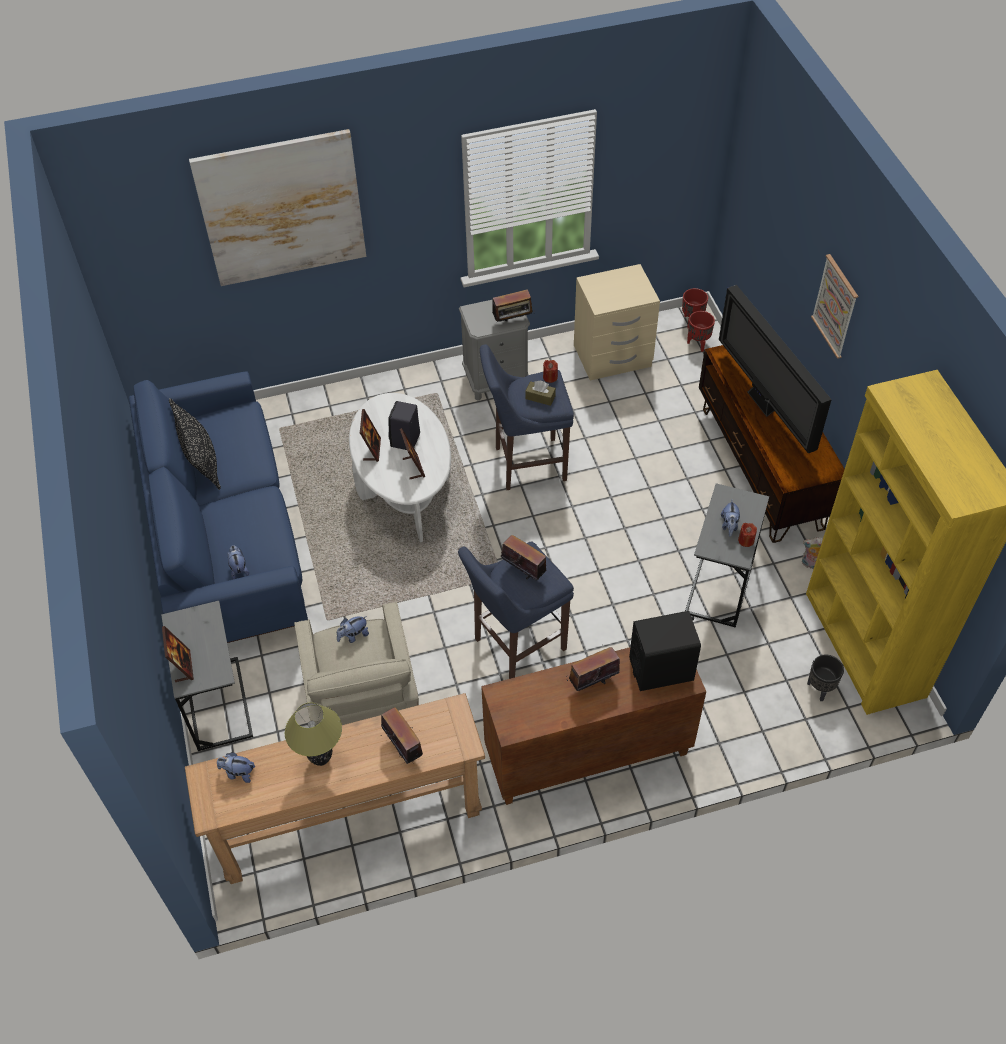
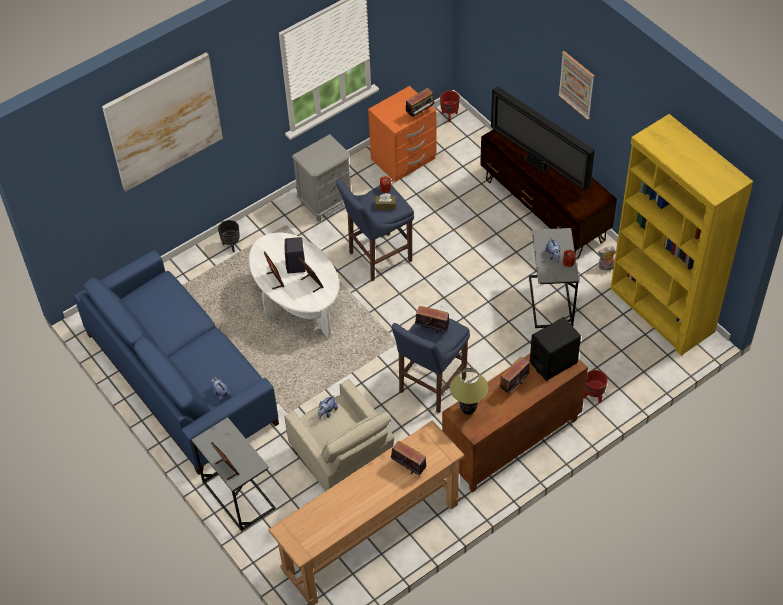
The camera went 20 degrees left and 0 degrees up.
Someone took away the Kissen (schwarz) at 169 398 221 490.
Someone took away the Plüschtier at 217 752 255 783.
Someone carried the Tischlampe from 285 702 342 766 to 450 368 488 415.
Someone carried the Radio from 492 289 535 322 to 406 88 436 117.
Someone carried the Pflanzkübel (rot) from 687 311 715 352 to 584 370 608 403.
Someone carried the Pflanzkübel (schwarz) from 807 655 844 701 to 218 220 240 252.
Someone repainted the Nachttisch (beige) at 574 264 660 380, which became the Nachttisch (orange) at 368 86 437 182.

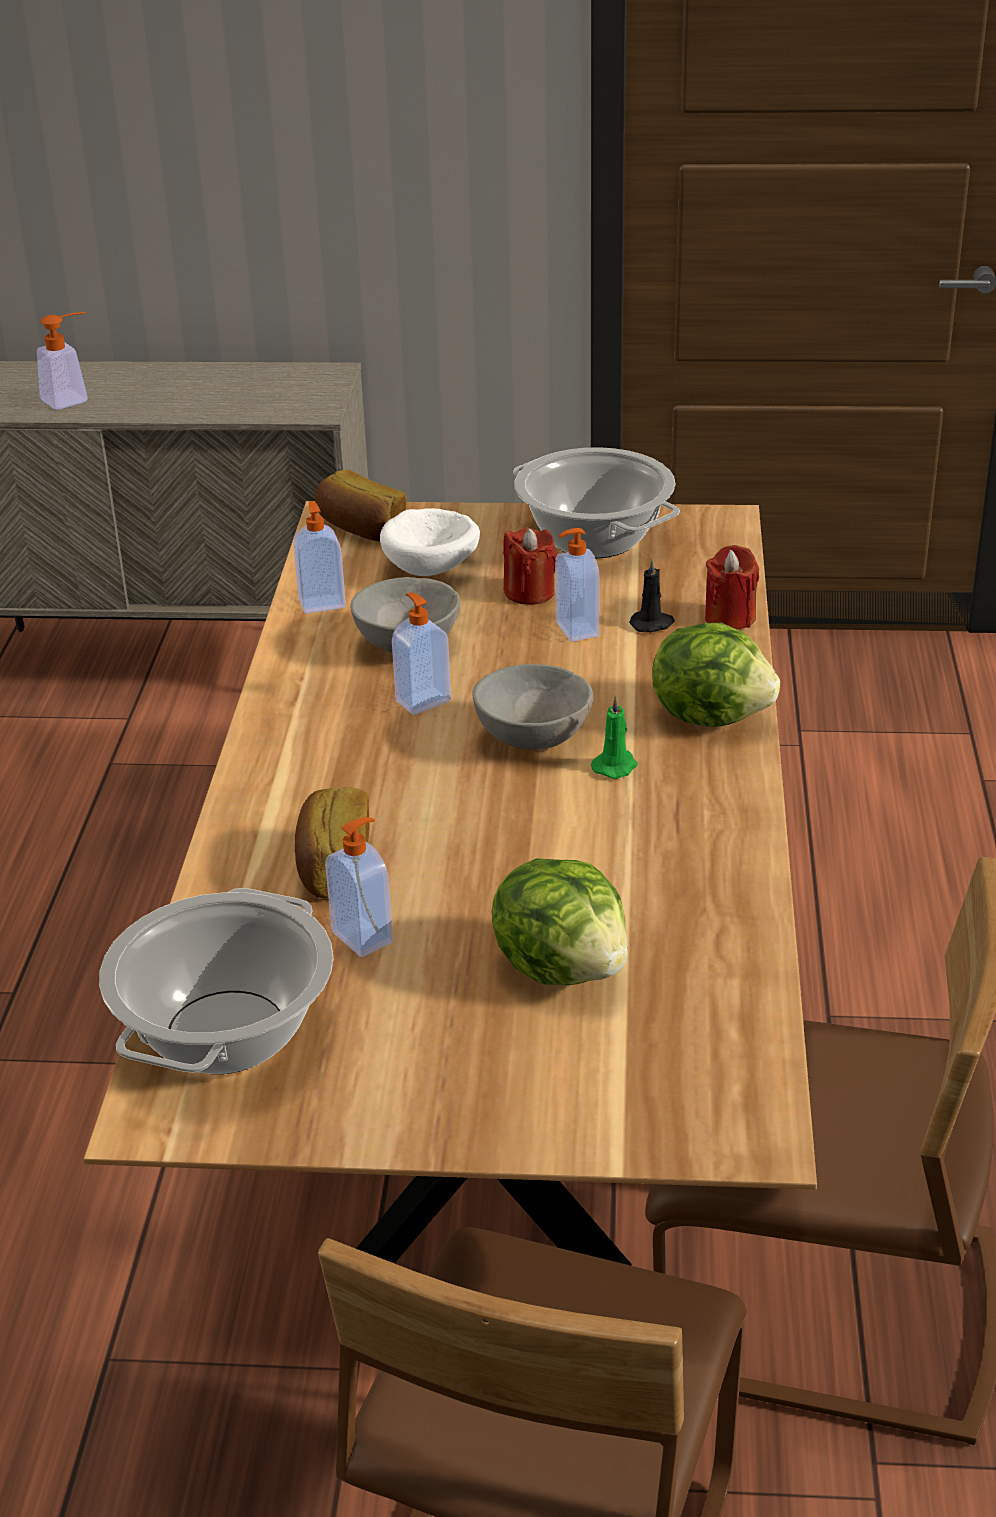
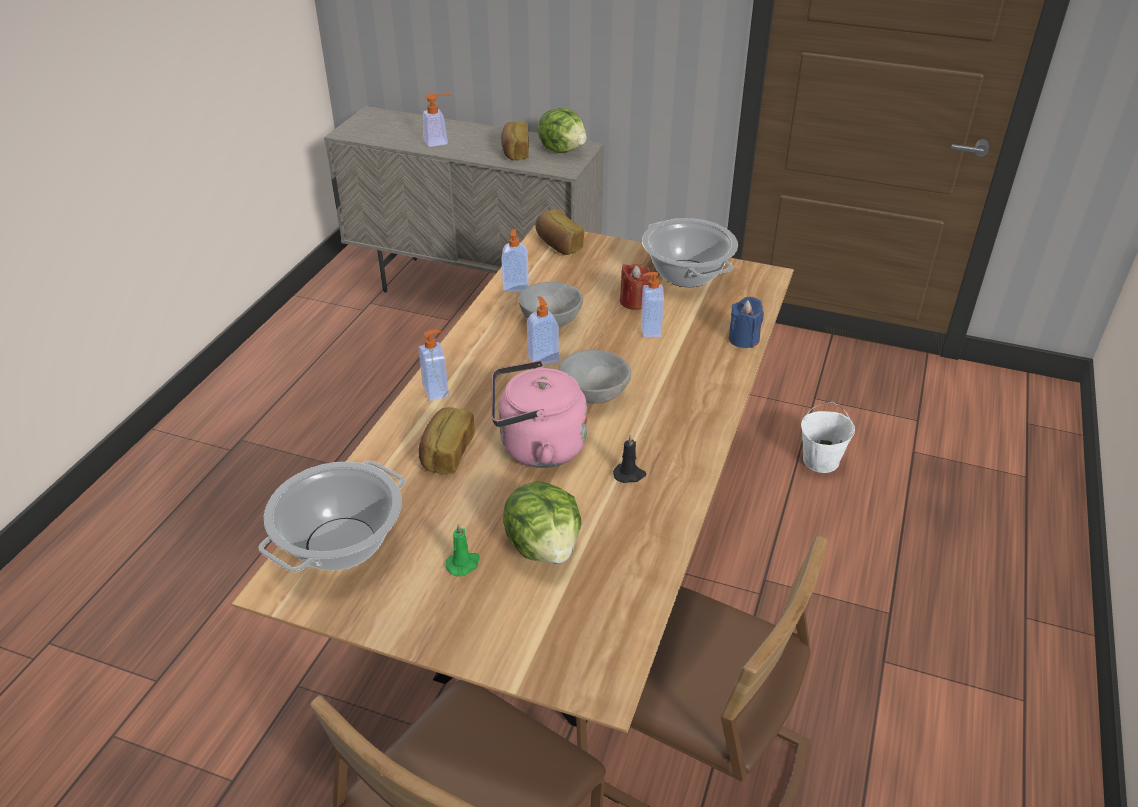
The camera went 15 degrees right and 5 degrees up.
Someone took away the Schüssel (weiß) at 380 508 480 576.
Someone put down the Wasserkessel (rosa) at 491 360 587 468.
Someone put down the Brot at 501 122 529 160.
Someone put down the Eimer (weiß) at 801 402 855 473.
Someone carried the Seifenspender from 325 817 393 957 to 418 330 449 401.
Someone carried the Kerze (grün) from 591 696 638 779 to 446 523 480 576.
Someone carried the Kerze (schwarz) from 629 557 675 632 to 613 434 646 483.
Someone carried the Salatkopf from 652 623 780 727 to 537 108 587 153.
Someone repainted the Kerze (rot) at 705 545 759 630, which became the Kerze (blau) at 729 297 764 348.

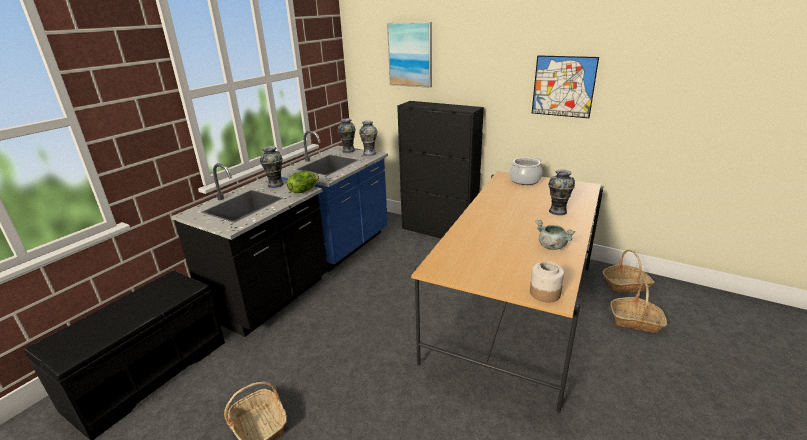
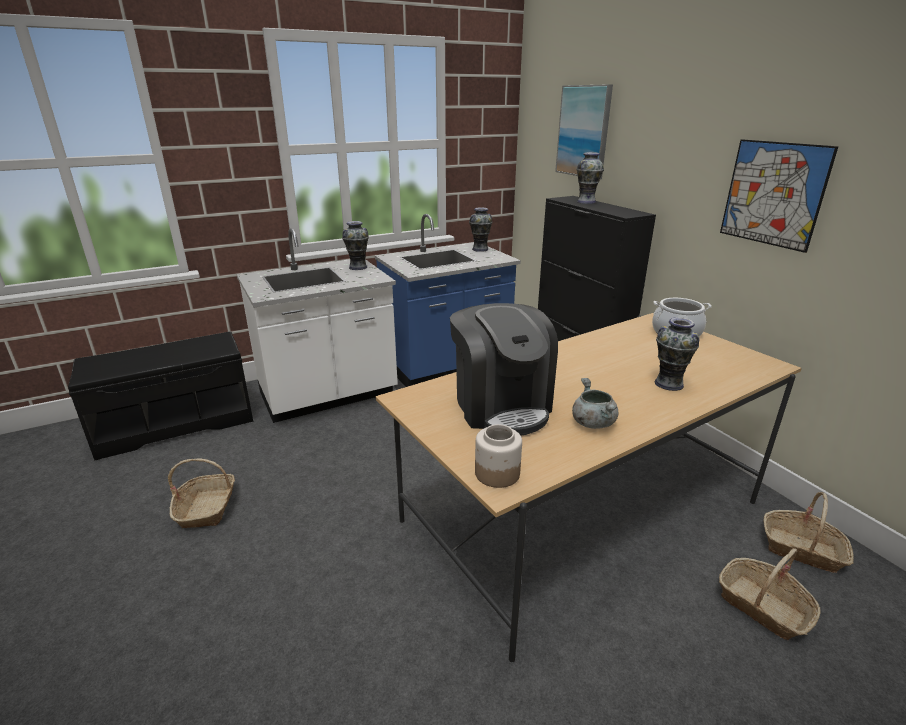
The camera went 30 degrees right and 0 degrees up.
Someone took away the Salatkopf at 287 171 319 193.
Someone put down the Kaffeemaschine at 450 303 558 435.
Someone carried the Vase from 359 121 378 156 to 577 152 604 204.
Someone repainted the Küchenzeile (schwarz) at 171 163 328 337, which became the Küchenzeile (weiß) at 237 228 398 423.

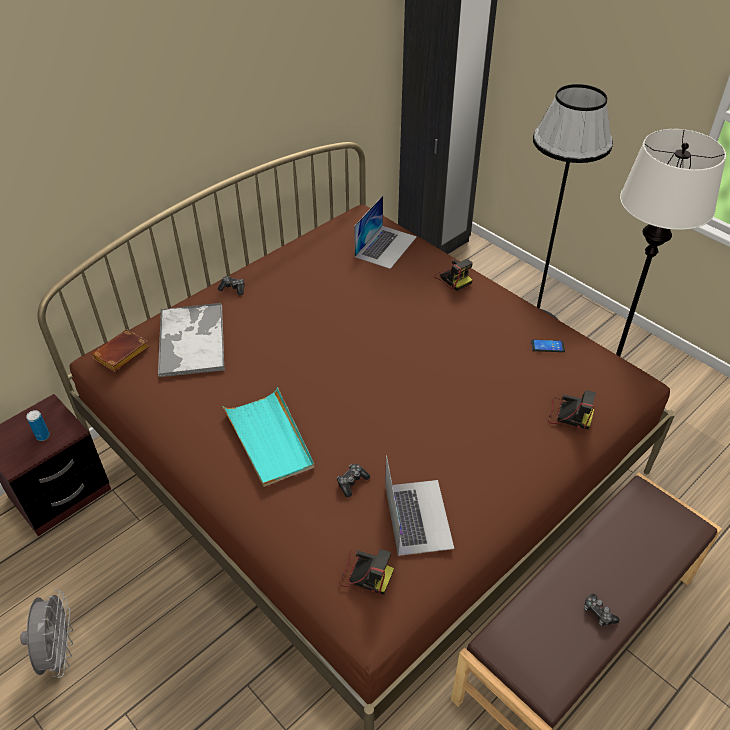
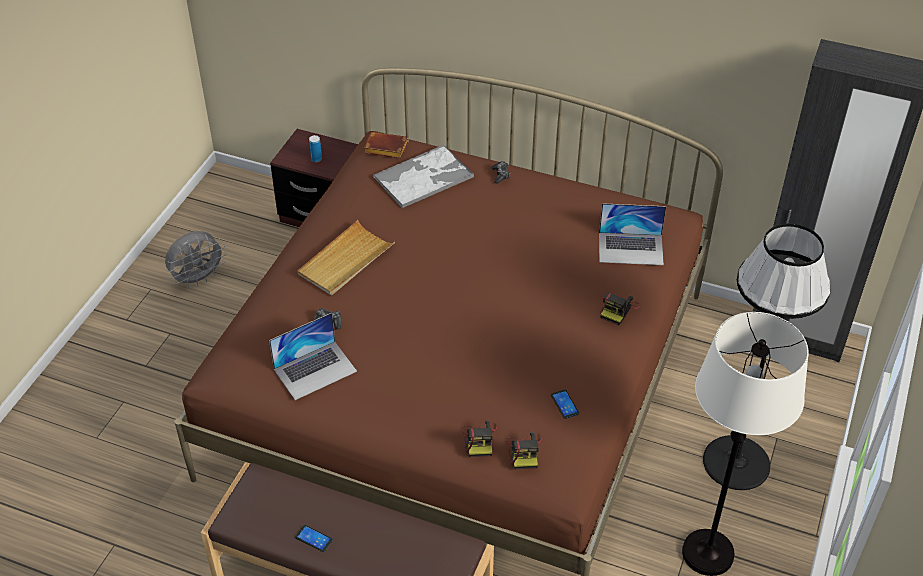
The camera went 65 degrees right and 0 degrees up.
Someone carried the Kamera from 339 549 394 595 to 506 432 542 469.
Someone swapped the Gamepad at 584 594 619 626 for the Handy at 295 525 333 552.
Someone repainted the Tablett (türkis) at 222 387 315 487, which became the Tablett (beige) at 298 220 395 295.

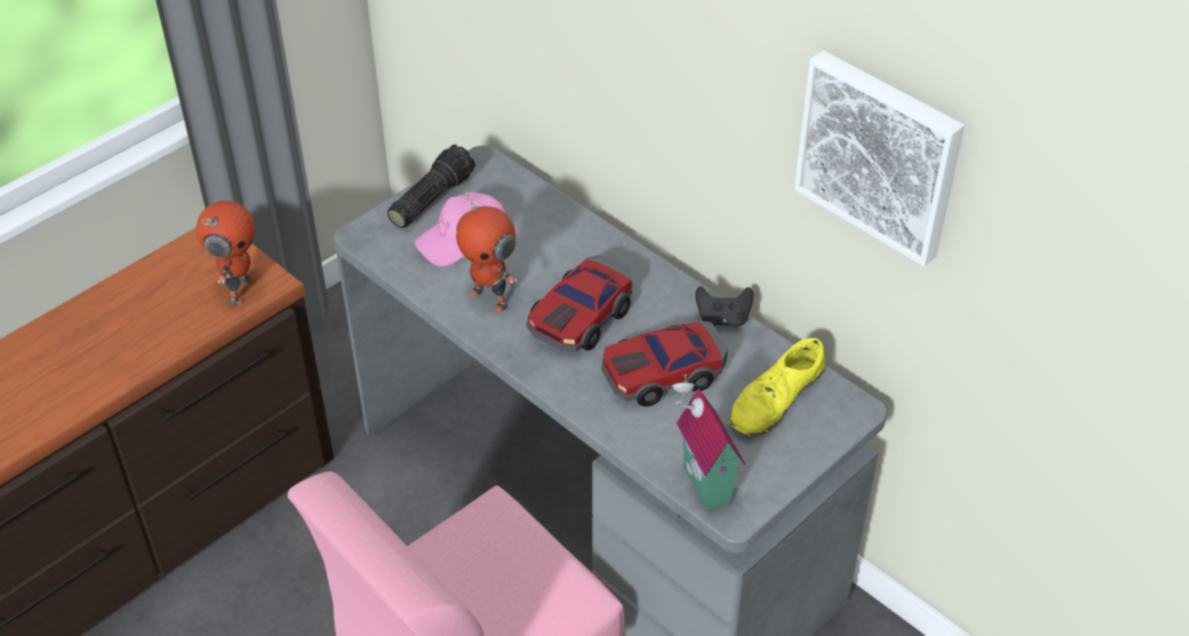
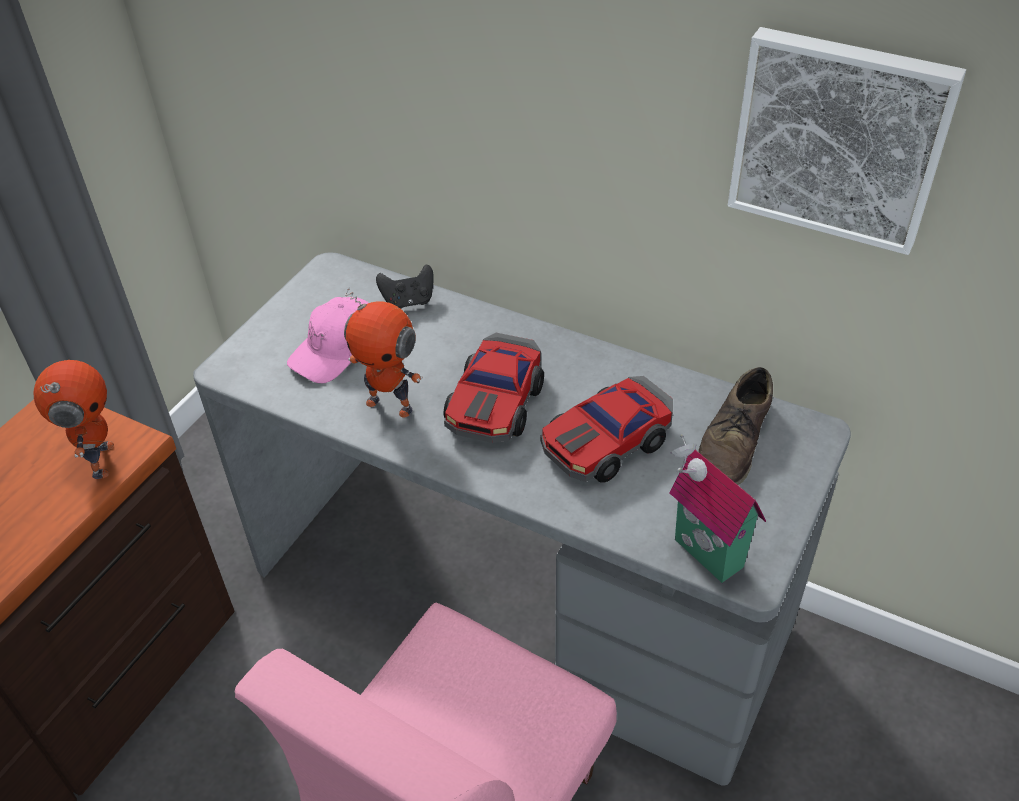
The camera went 15 degrees left and 0 degrees up.
Someone took away the Taschenlampe at 387 144 475 228.
Someone carried the Gamepad (schwarz) from 695 286 754 327 to 376 265 434 309.
Someone repainted the Schuh (gelb) at 729 338 825 436, which became the Schuh (braun) at 698 367 773 485.

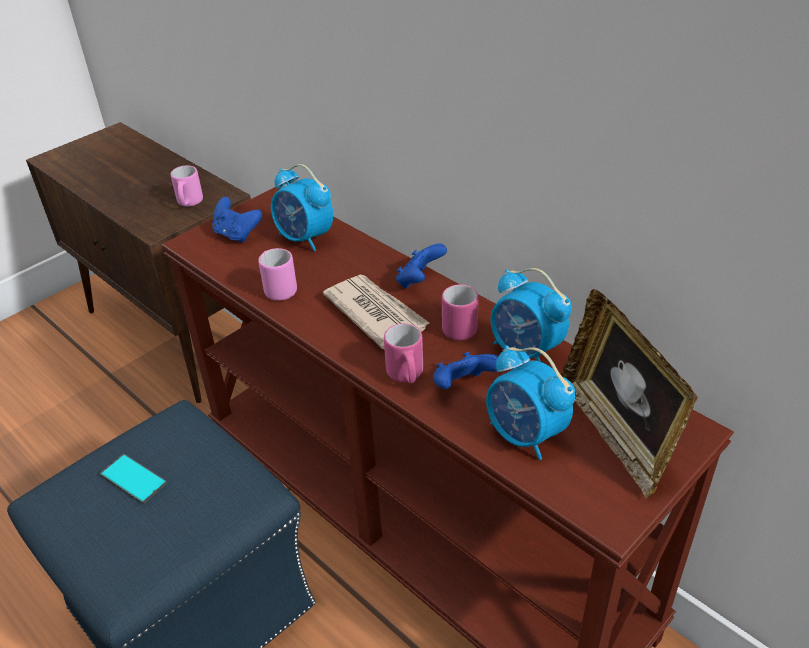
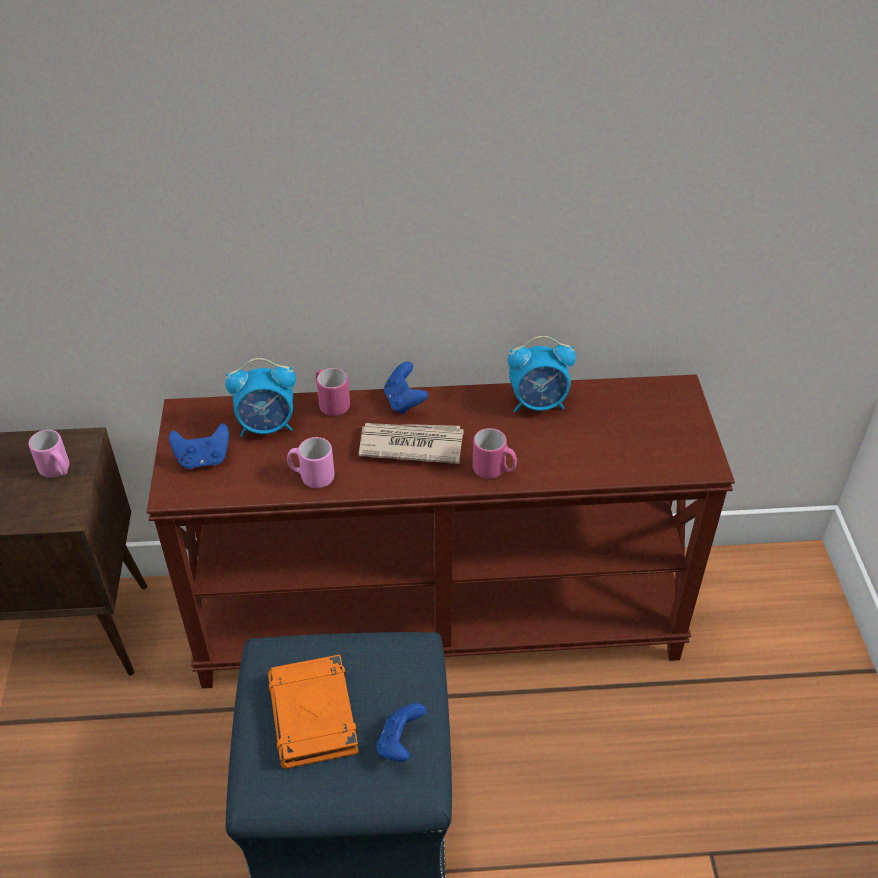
The camera went 50 degrees left and 5 degrees up.
Someone took away the Wecker at 486 345 576 460.
Someone took away the Bilderrahmen at 561 289 698 499.
Someone carried the Gamepad (blau) from 433 352 498 389 to 376 703 426 762.
Someone carried the Henkelbecher (rosa) from 442 284 478 340 to 316 368 350 416.
Someone swapped the Handy at 100 454 167 504 for the Buch (orange) at 268 654 359 769.

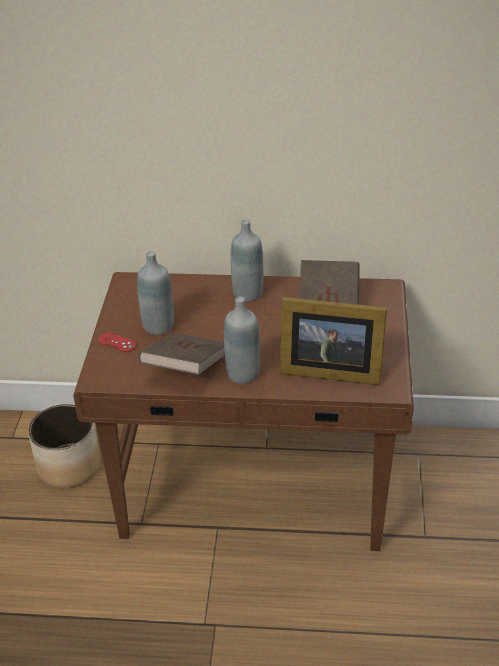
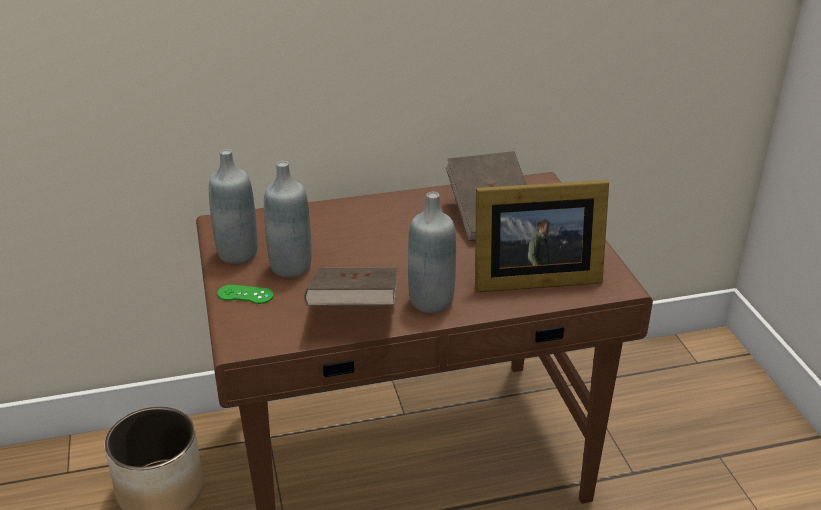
The camera went 20 degrees left and 5 degrees down.
Someone carried the Flasche (grau) from 231 220 263 302 to 209 149 258 264.
Someone repainted the Gamepad (rot) at 98 333 136 352, which became the Gamepad (grün) at 217 285 274 304.

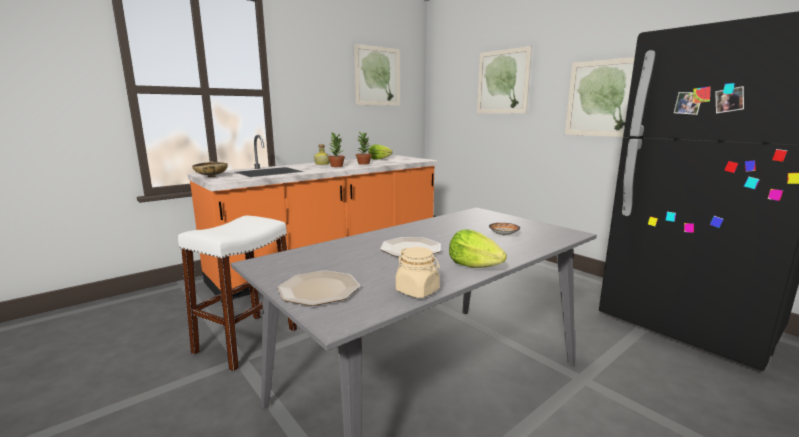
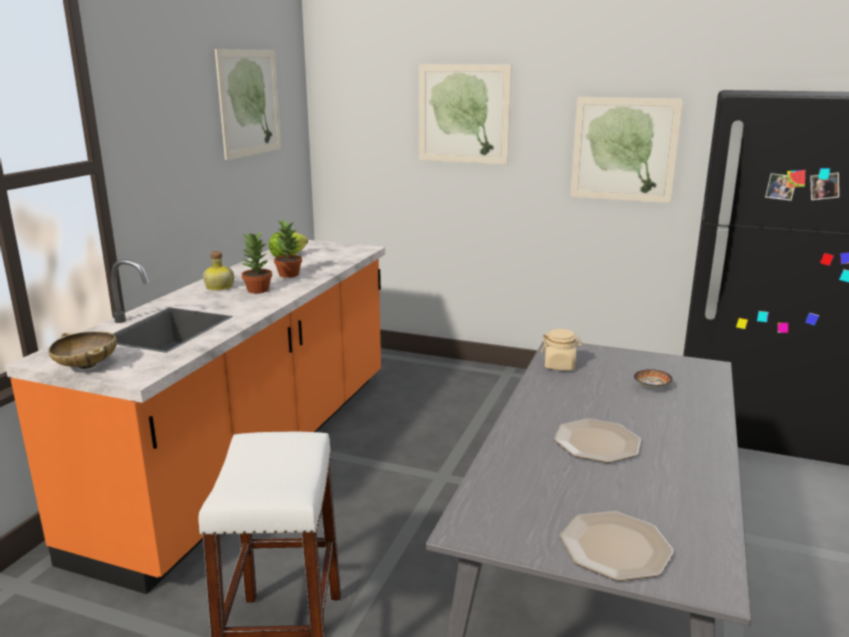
The camera went 30 degrees left and 5 degrees up.
Someone took away the Salatkopf at 449 229 507 268.
Someone carried the Vorratsglas (beige) from 396 247 440 298 to 541 329 582 371.

